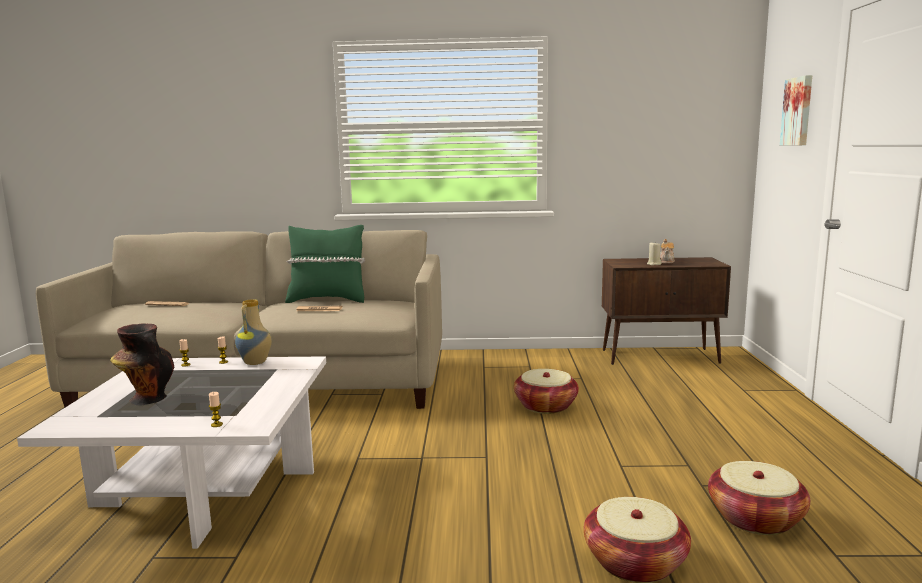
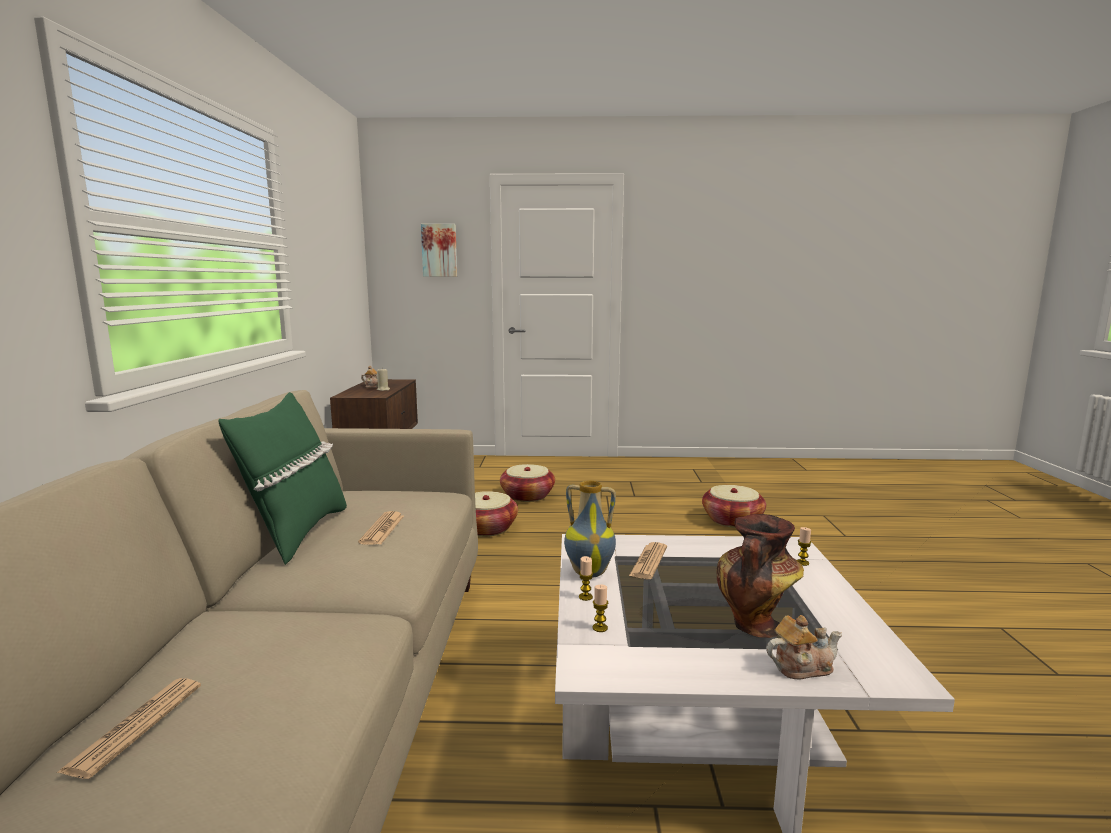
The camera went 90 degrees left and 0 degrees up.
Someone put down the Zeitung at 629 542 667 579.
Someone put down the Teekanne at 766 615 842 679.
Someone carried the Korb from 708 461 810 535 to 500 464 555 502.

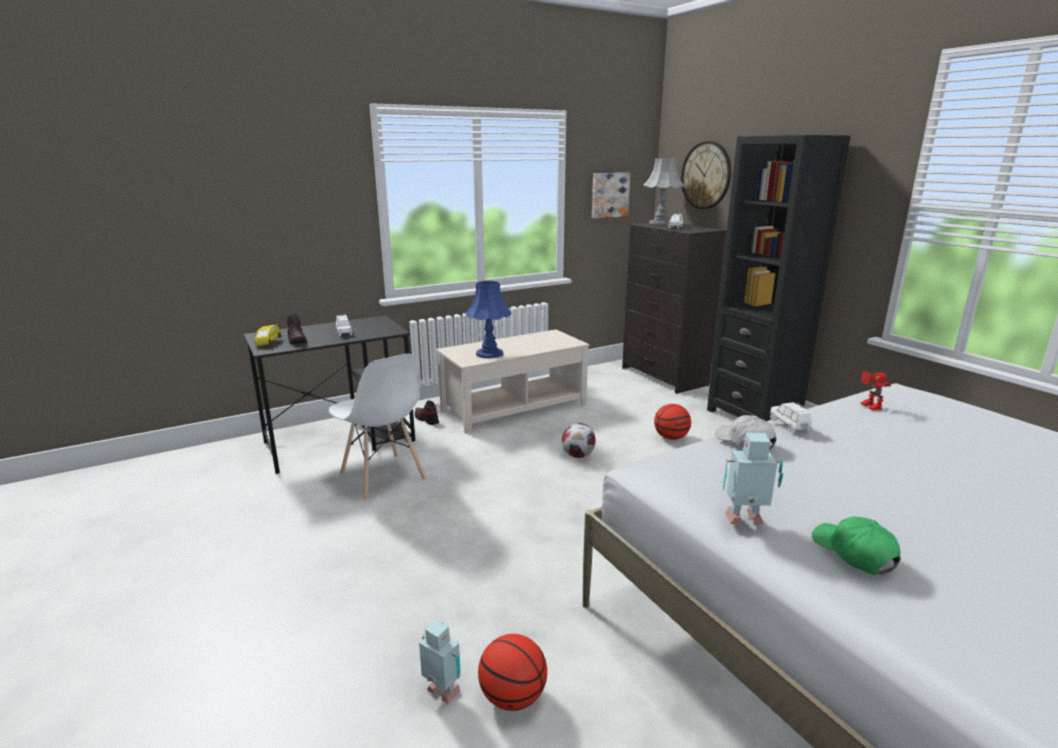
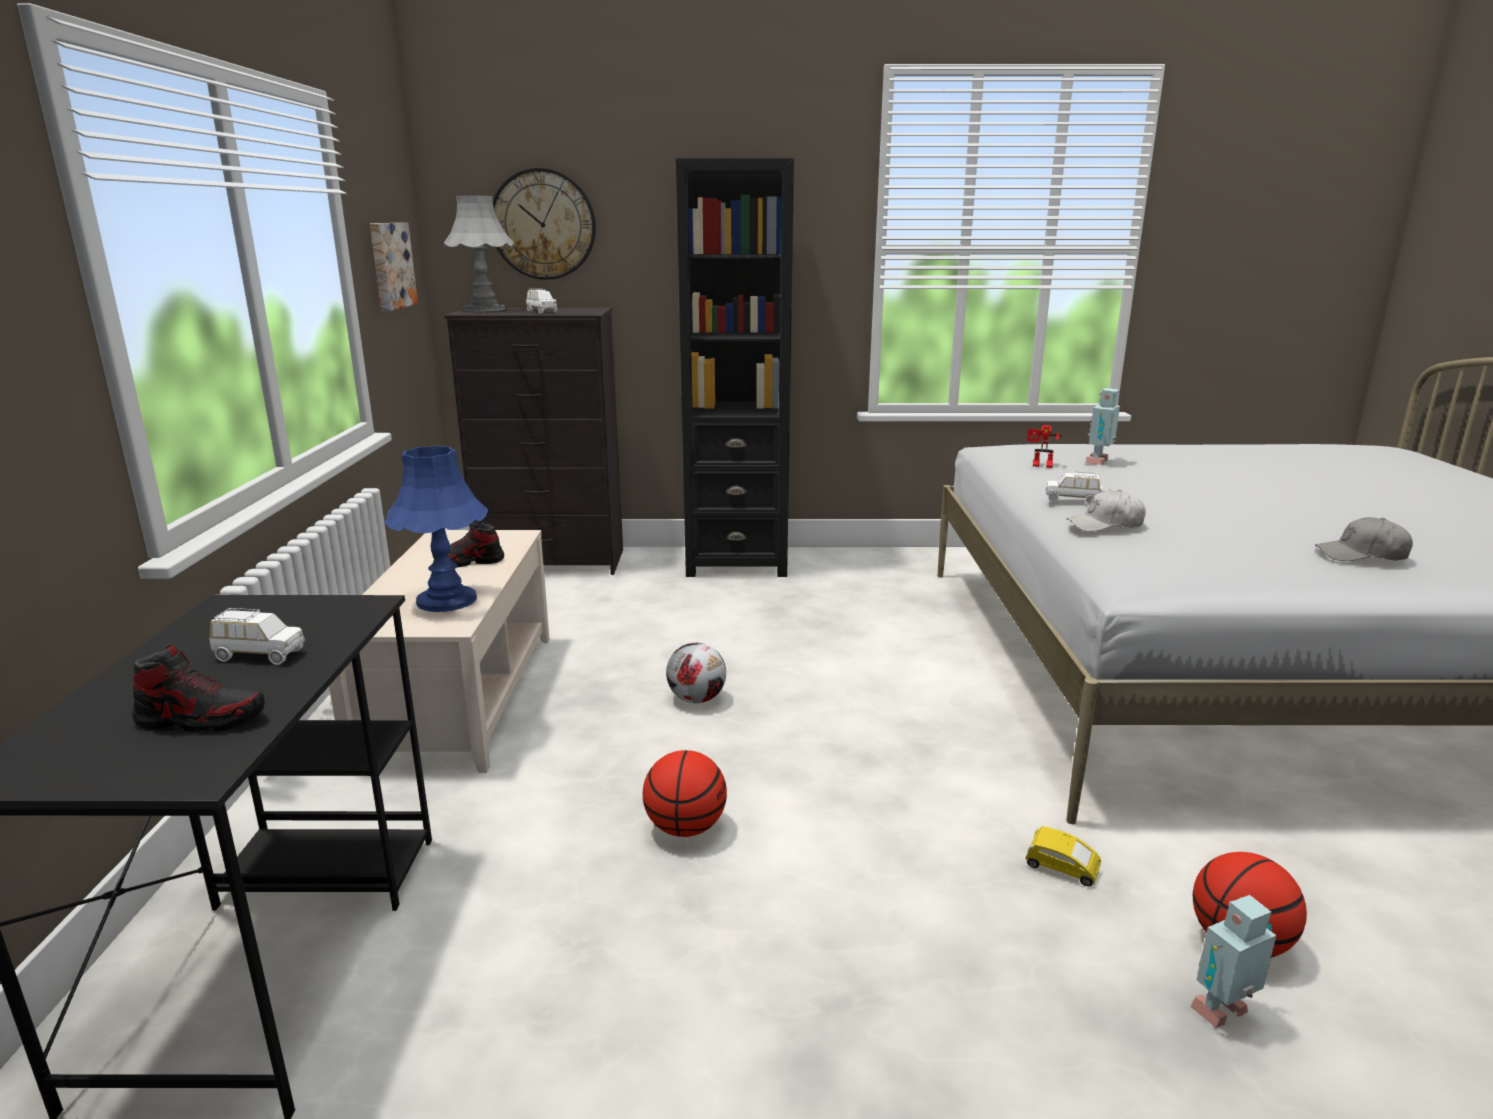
The camera went 60 degrees left and 0 degrees up.
Someone took away the Stuhl (weiß) at 328 354 426 501.
Someone carried the Spielzeugauto (gelb) from 255 324 281 347 to 1025 826 1101 886.
Someone carried the Schuh from 415 400 439 425 to 432 521 504 567.
Someone carried the Basketball from 654 404 691 440 to 643 750 727 837.
Someone carried the Spielzeugroboter from 723 433 783 525 to 1086 388 1120 465.
Someone repainted the Kappe (grün) at 812 517 901 575, which became the Kappe (grau) at 1315 517 1413 561.

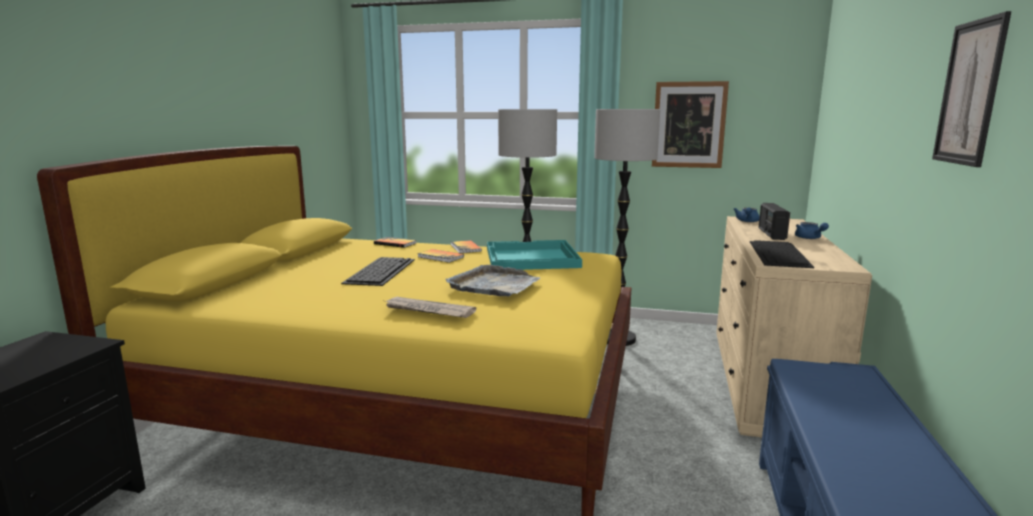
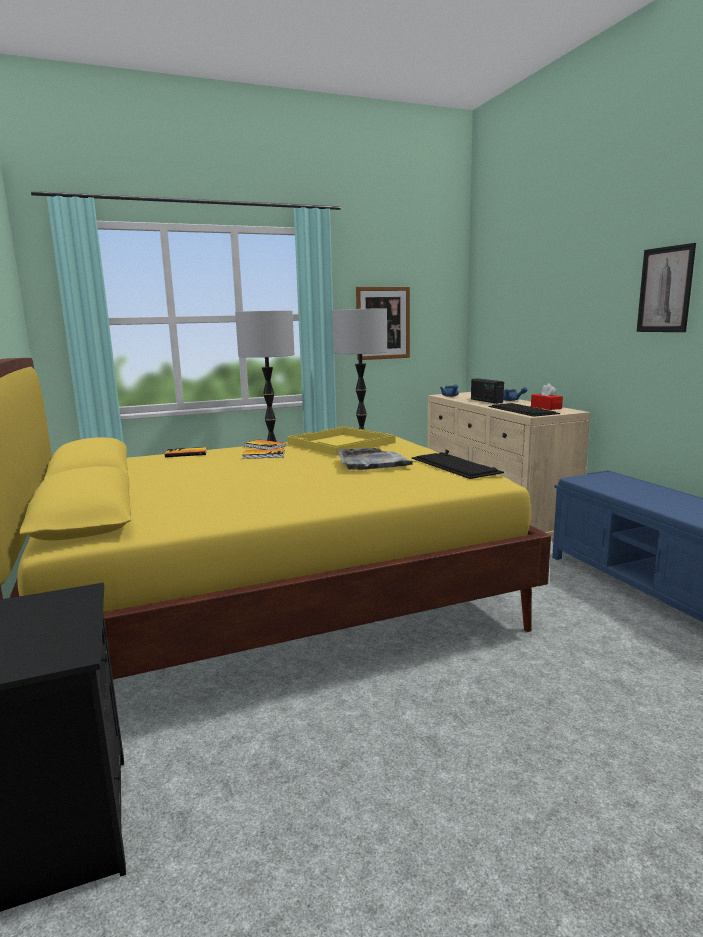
The camera went 35 degrees left and 0 degrees up.
Someone took away the Zeitung at 386 297 476 318.
Someone put down the Taschentuchbox (rot) at 531 383 563 410.
Someone carried the Tastatur from 341 257 415 286 to 412 452 504 479.
Someone repainted the Tablett (türkis) at 487 240 582 270, which became the Tablett (gelb) at 287 426 396 456.

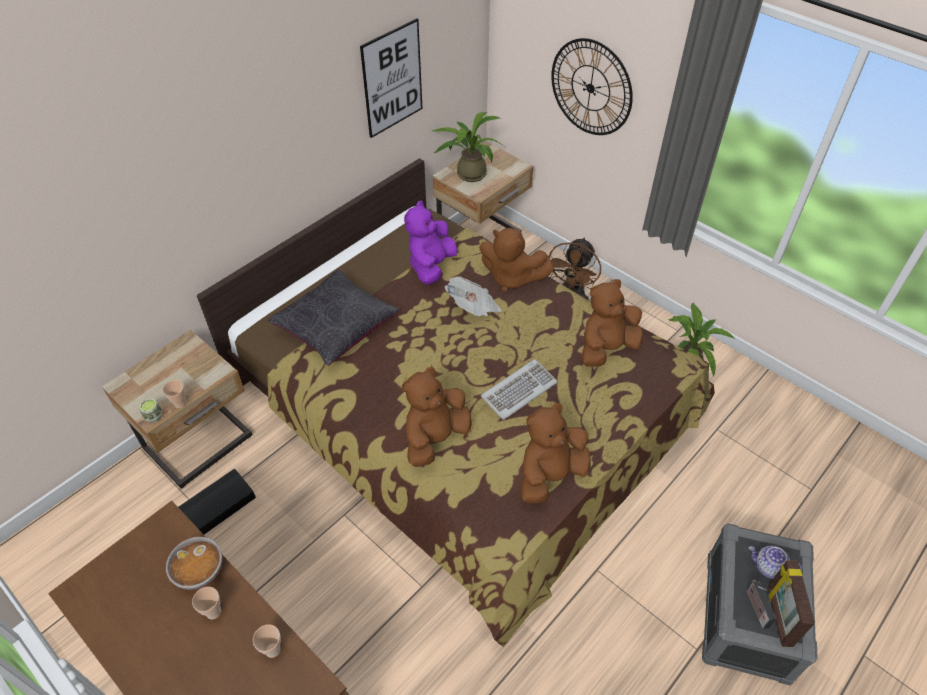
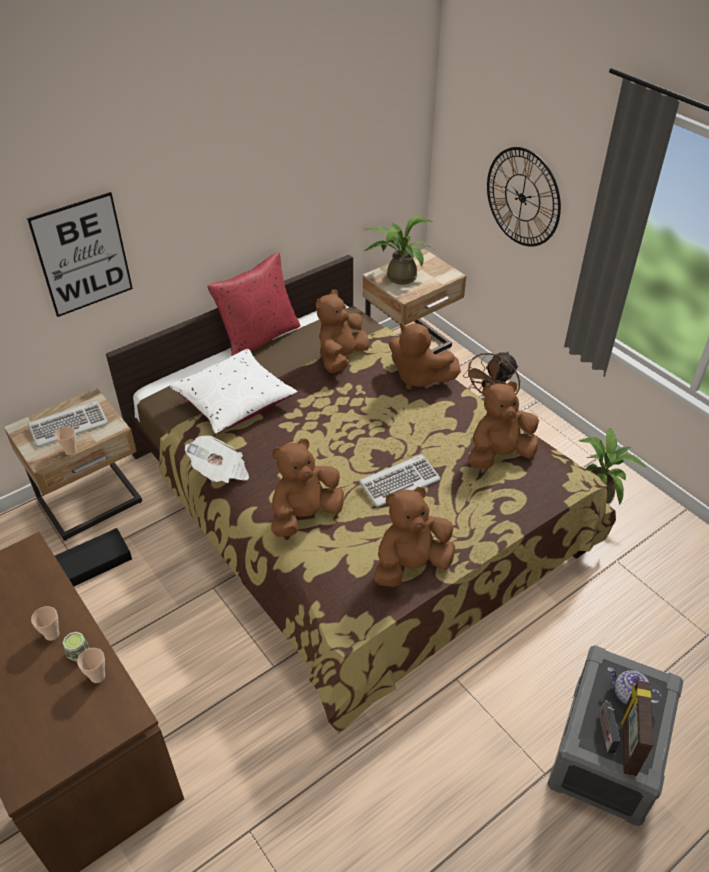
The camera went 10 degrees right and 5 degrees down.
Someone took away the Schüssel at 166 537 223 590.
Someone put down the Tastatur at 28 401 108 447.
Someone put down the Kissen (rot) at 207 252 301 356.
Someone carried the Tasse from 139 398 162 423 to 63 632 90 662.
Someone carried the Bild from 360 18 422 138 to 27 192 133 317.
Someone carried the Zeitung from 445 276 501 316 to 185 435 249 483.
Someone repainted the Kissen (schwarz) at 268 269 400 366, which became the Kissen (weiß) at 169 349 298 434.
Someone repainted the Plüschtier (lila) at 404 201 458 285, which became the Plüschtier (braun) at 316 289 369 373.

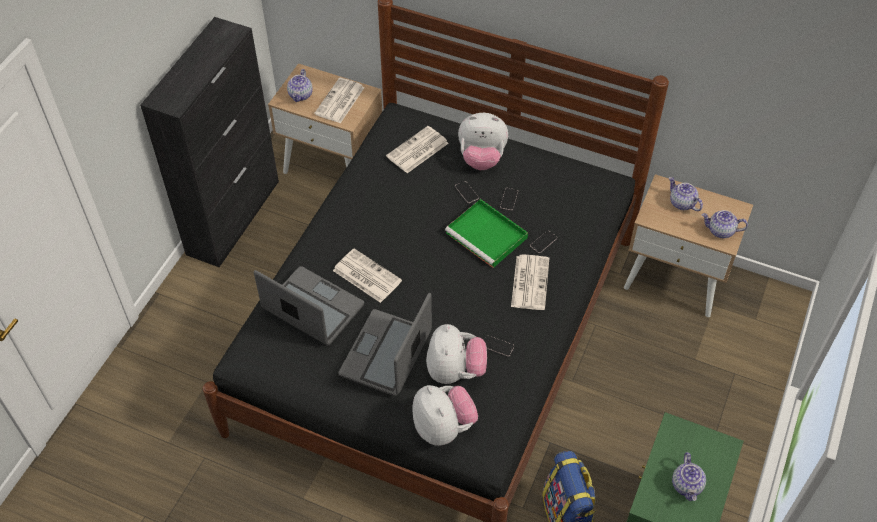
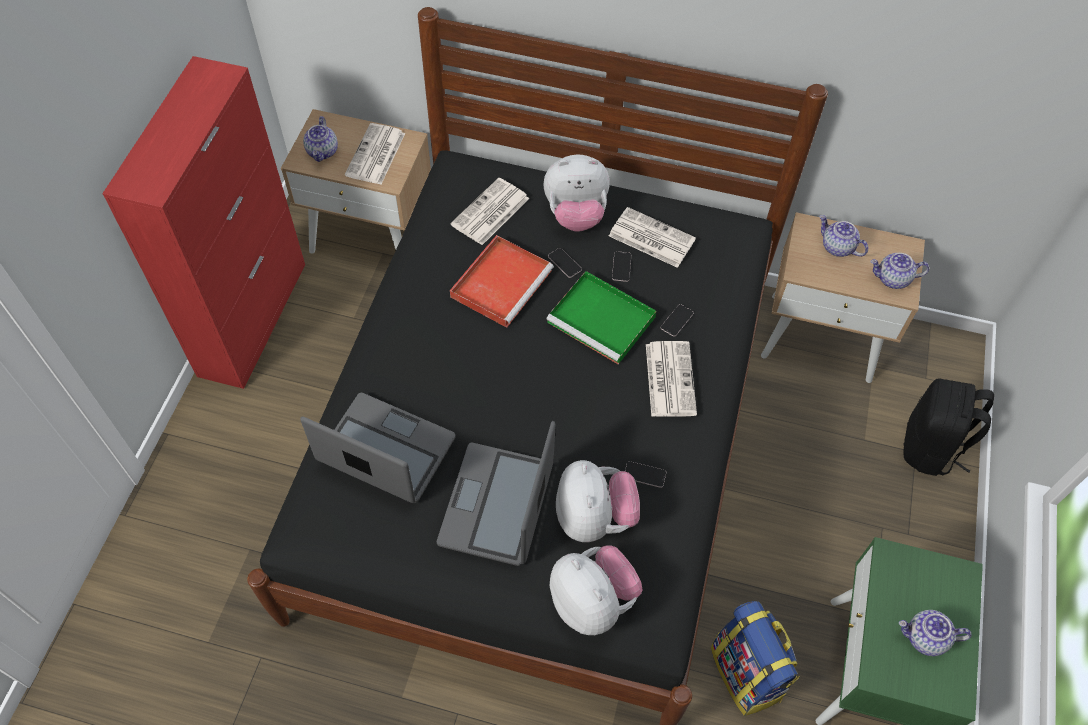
The camera went 10 degrees left and 5 degrees up.
Someone put down the Tablett (rot) at 450 235 554 328.
Someone put down the Rucksack (schwarz) at 903 378 994 476.
Someone carried the Zeitung from 333 249 402 303 to 609 207 696 268.
Someone repainted the Schrank (schwarz) at 140 17 279 267, which became the Schrank (rot) at 102 56 305 389.
Someone rotated the Teekanne at 672 452 706 501 by 105 degrees clockwise.

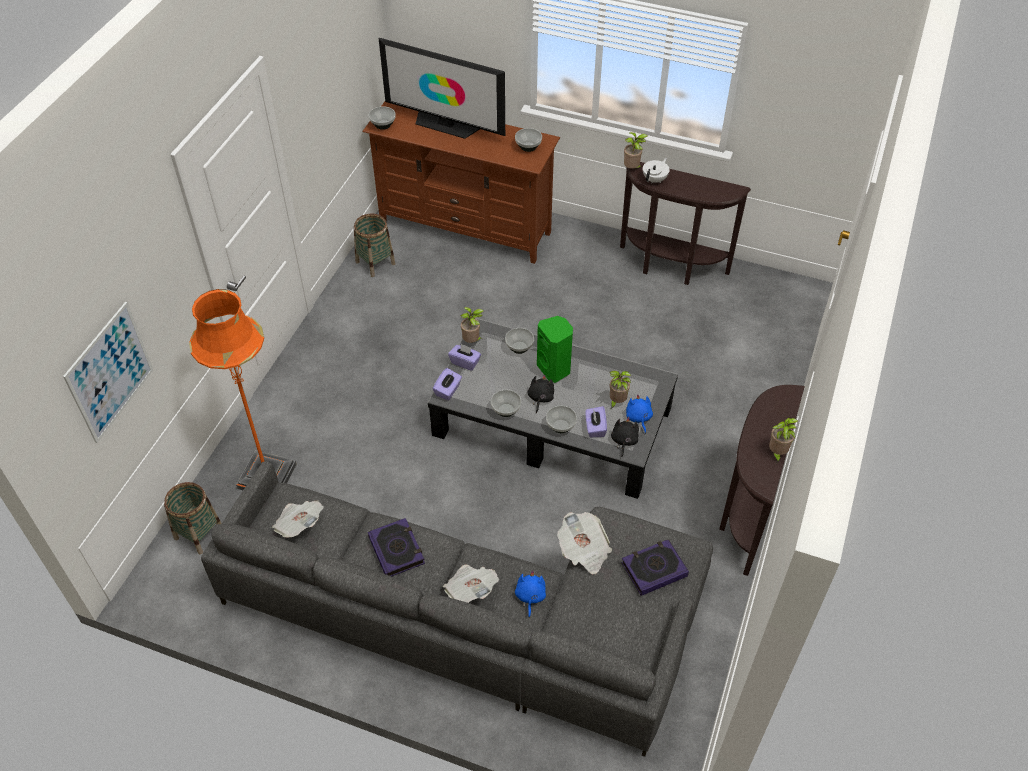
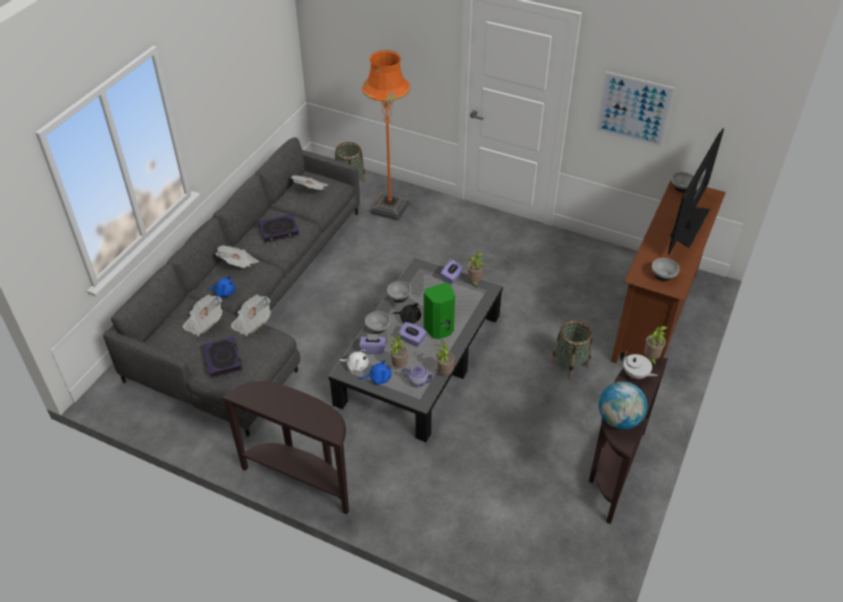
The camera went 95 degrees right and 5 degrees down.
Someone took away the Schüssel at 505 328 534 354.
Someone put down the Zeitung at 183 295 222 337.
Someone put down the Teekanne at 401 366 435 387.
Someone put down the Globus at 599 381 647 429.
Someone carried the Bild from 63 302 153 443 to 595 71 675 148.
Someone carried the Korb from 354 214 395 277 to 551 320 592 379.
Someone carried the Taschentuchbox (lila) from 433 368 462 400 to 398 322 427 347.
Someone carried the Topfpflanze from 769 417 798 464 to 434 340 455 375.
Someone repainted the Plüschtier (schwarz) at 611 417 639 457, which became the Plüschtier (weiß) at 339 350 369 372.

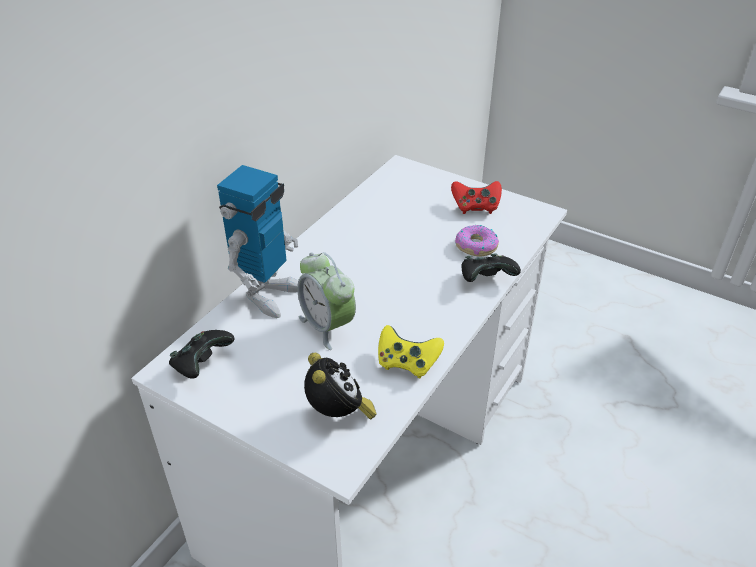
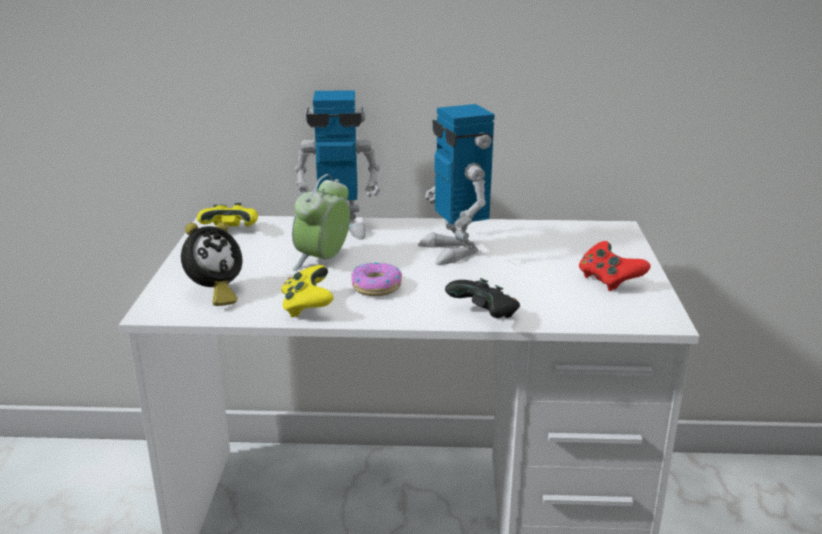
The camera went 60 degrees right and 15 degrees down.
Someone put down the Spielzeugroboter at 418 104 495 265.
Someone carried the Donut from 455 225 499 257 to 351 262 402 296.
Someone repainted the Gamepad (schwarz) at 169 330 235 379, which became the Gamepad (gelb) at 197 203 258 227.

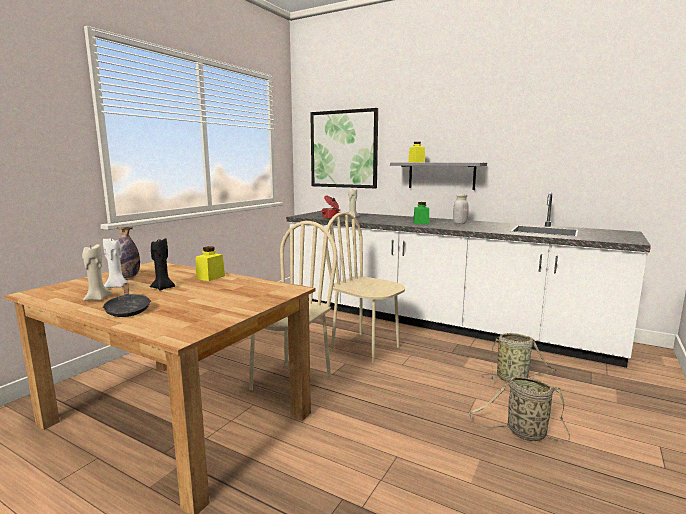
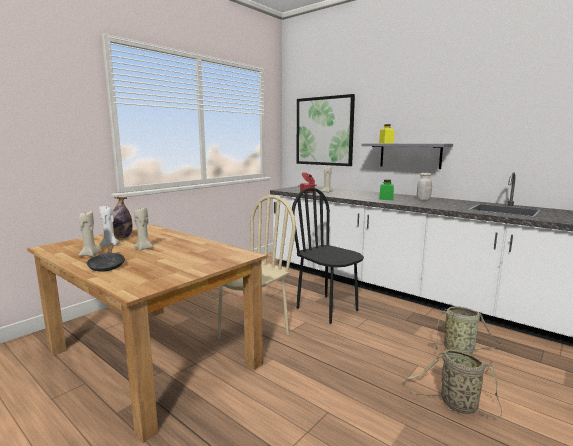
The camera went 10 degrees right and 0 degrees up.
Someone took away the Vorratsglas (gelb) at 196 246 225 281.
Someone repainted the Kerze (schwarz) at 150 238 175 290, which became the Kerze (beige) at 134 208 153 250.
Someone repainted the Stuhl (beige) at 326 212 405 363, which became the Stuhl (schwarz) at 292 188 364 324.

